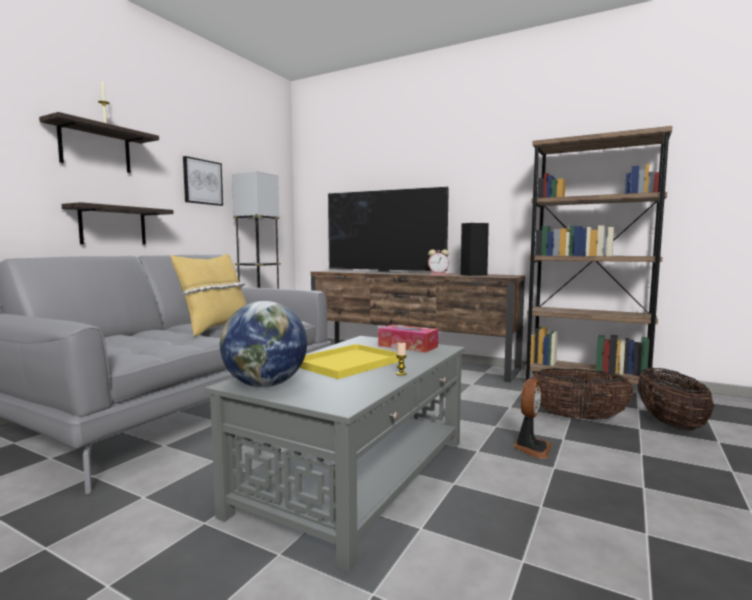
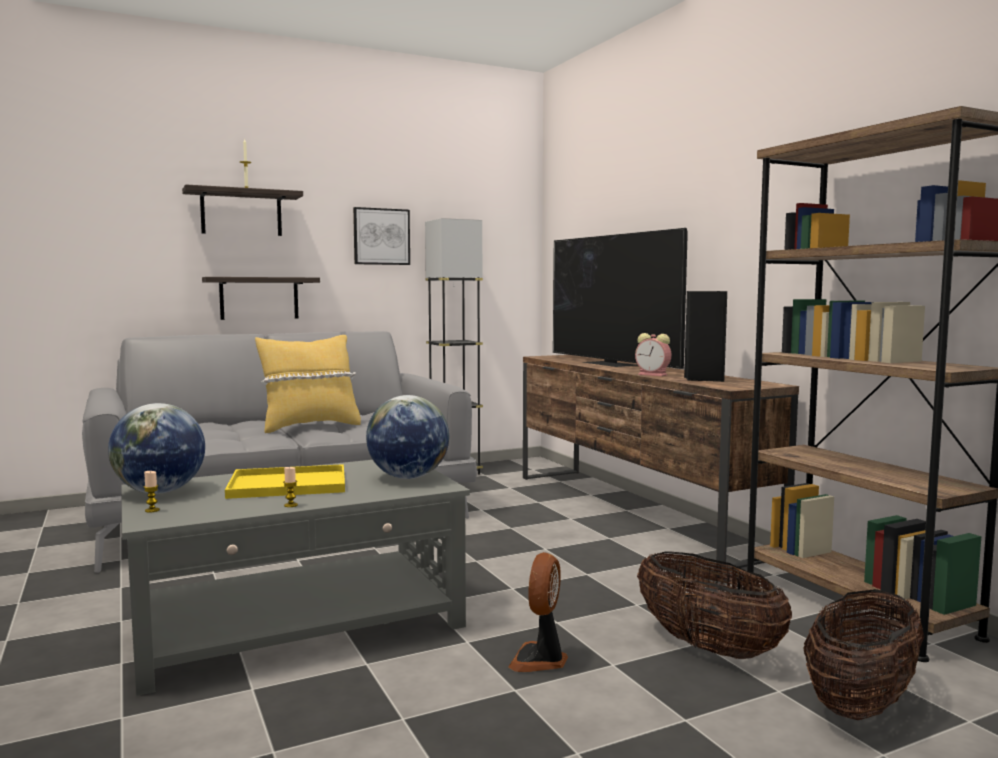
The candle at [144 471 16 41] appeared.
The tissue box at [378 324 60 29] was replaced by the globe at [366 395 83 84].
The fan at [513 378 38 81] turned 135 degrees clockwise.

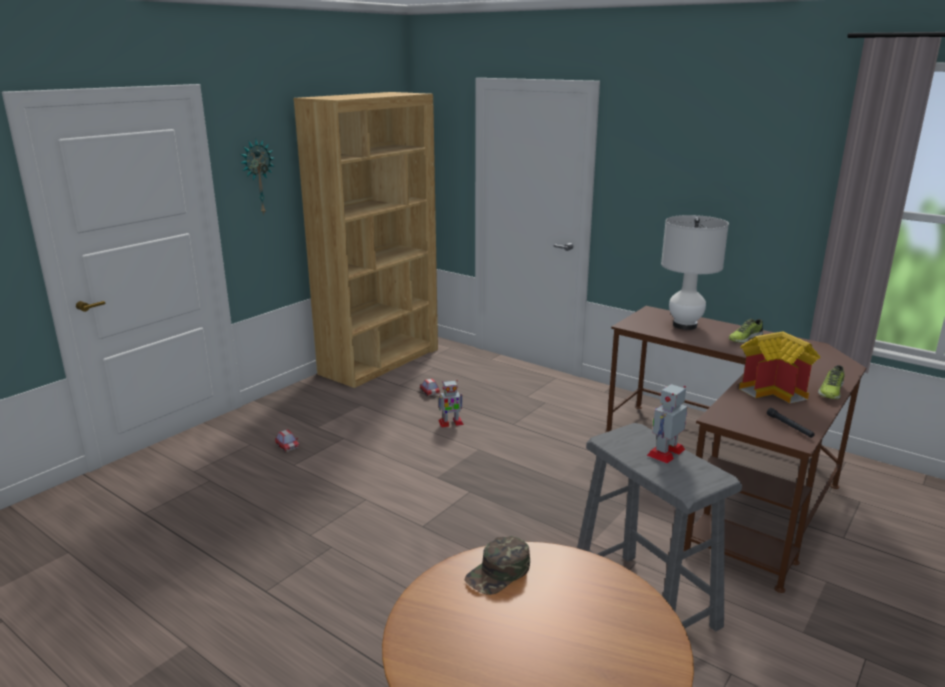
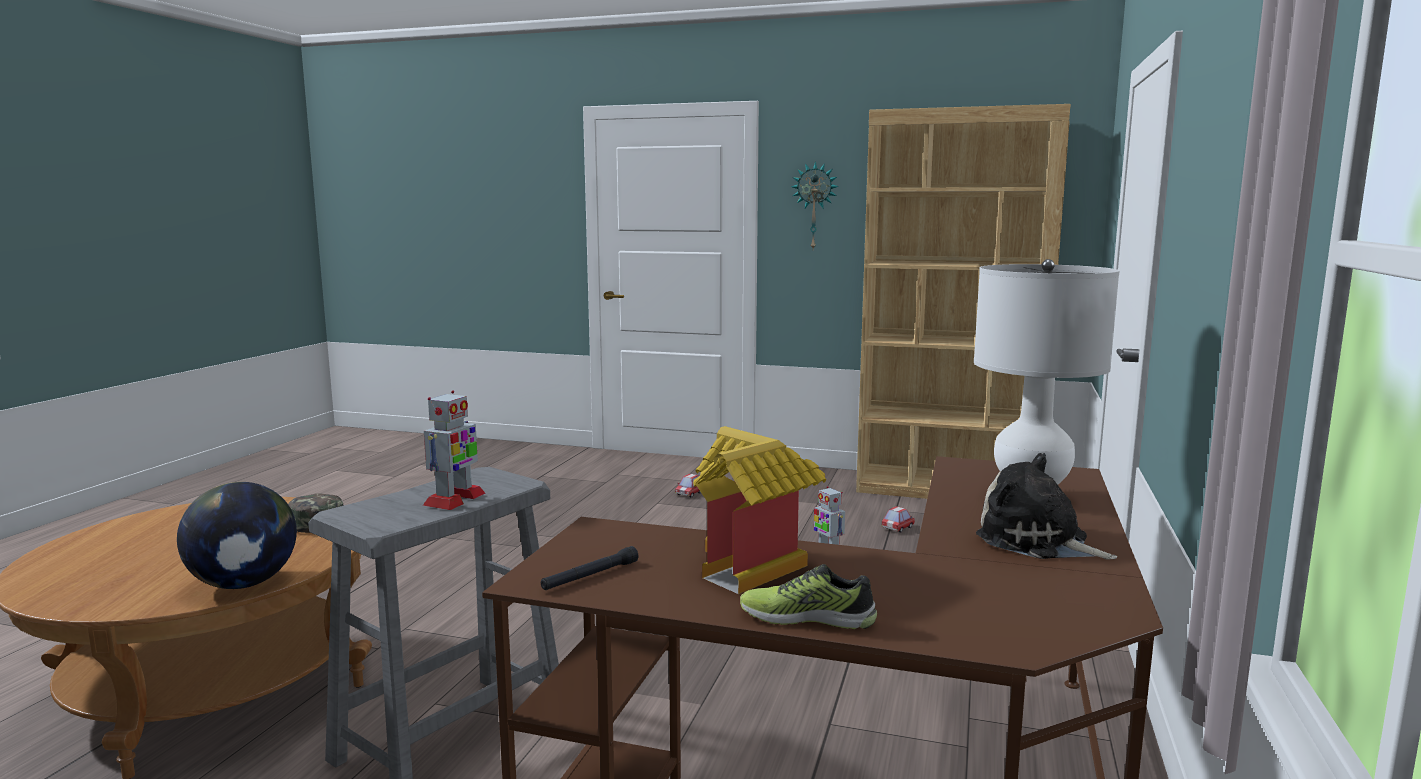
The globe at [177 482 120 107] appeared.
The toy robot at [647 384 40 79] turned 90 degrees clockwise.
The shoe at [729 319 34 24] was replaced by the plush toy at [976 453 141 106].

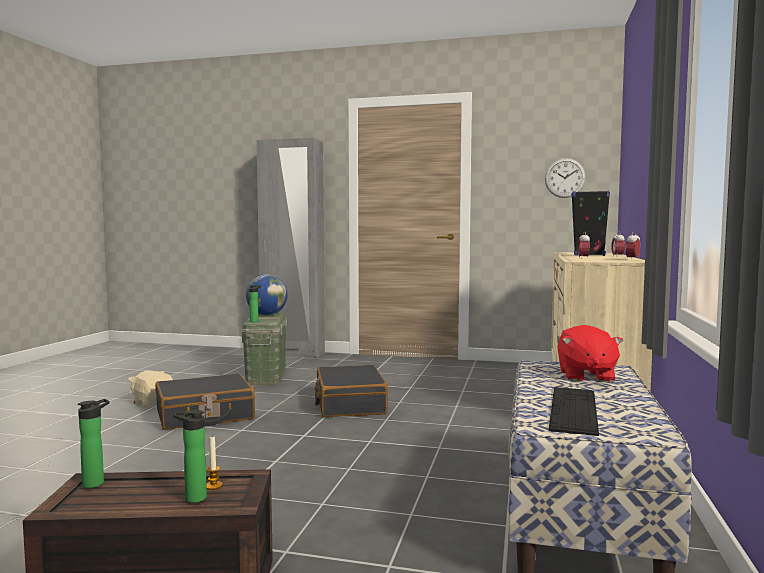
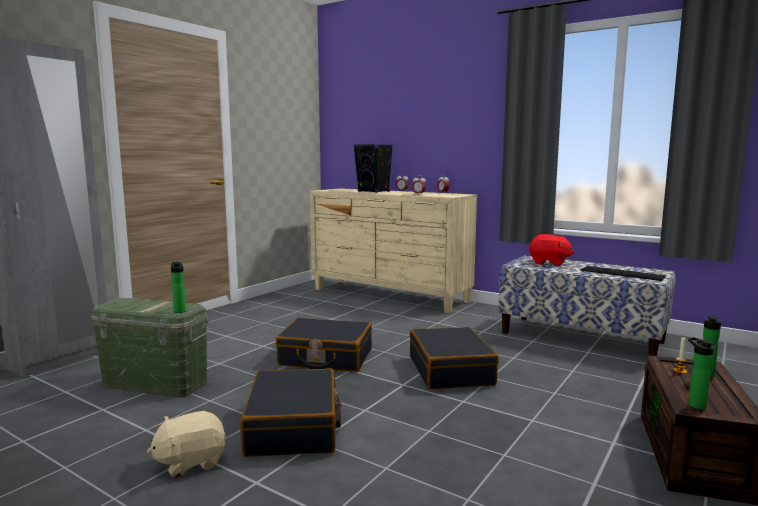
The suitcase (black) at [410 327 89 62] appeared.
The globe at [246 274 42 41] disappeared.
The wall clock at [545 158 41 40] disappeared.

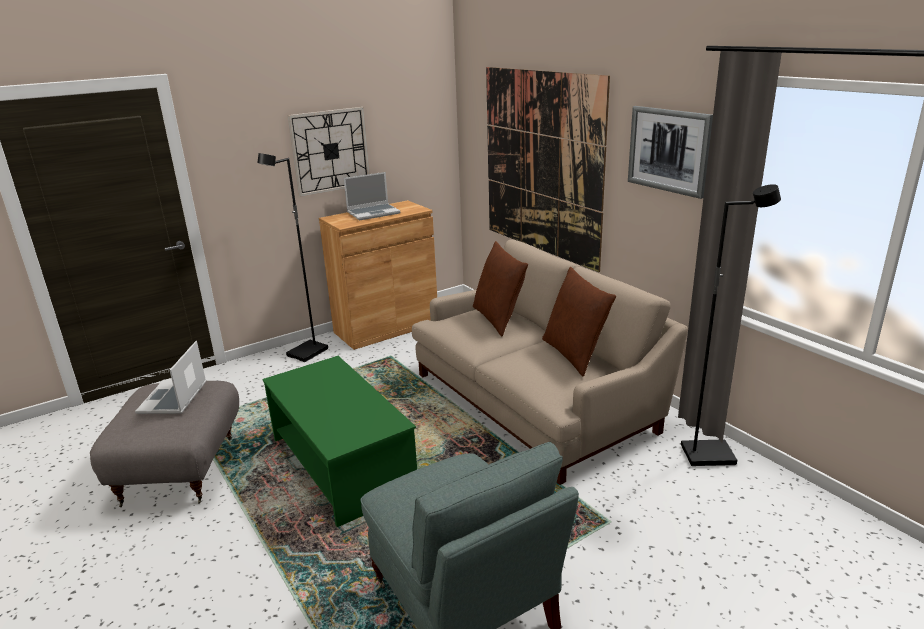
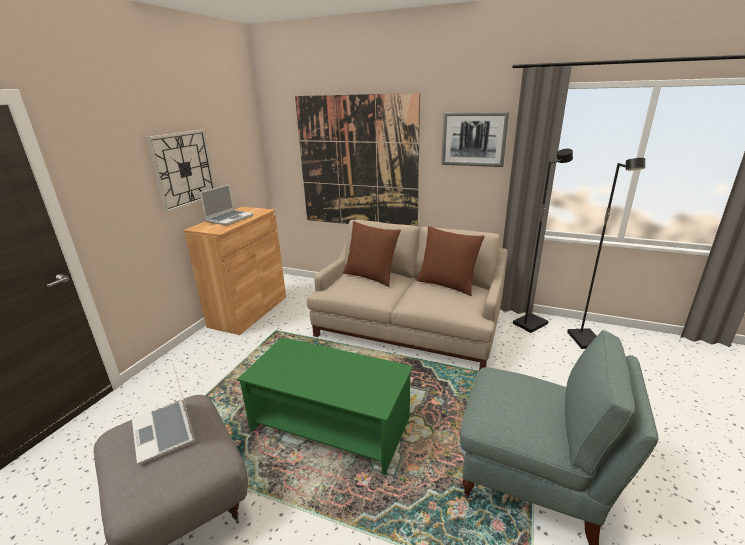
The floor lamp (black) moved from [257 153 71 209] to [567 158 78 191].

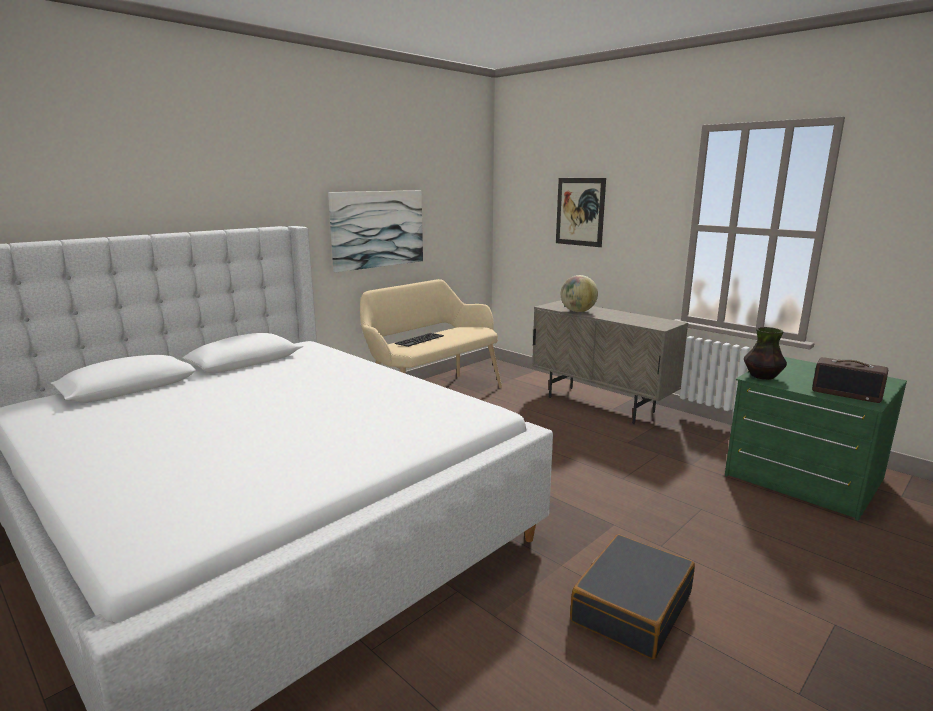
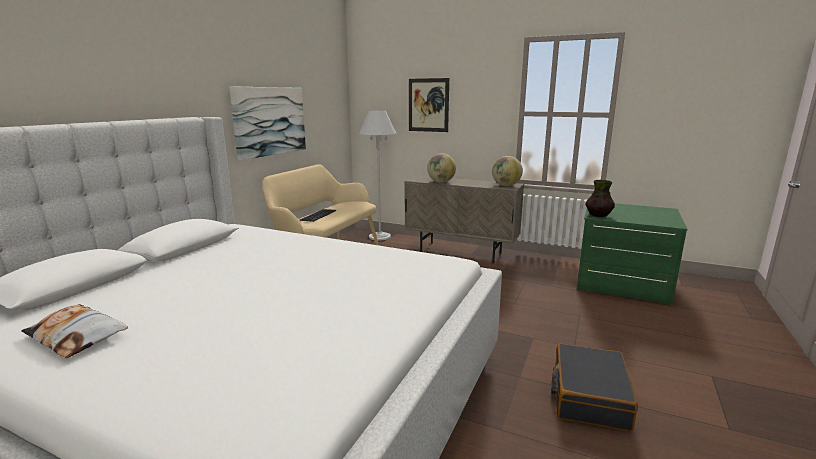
The pillow at [21 304 107 54] appeared.
The floor lamp (white) at [359 110 38 130] appeared.
The globe at [492 156 31 30] appeared.
The radio at [812 357 76 46] disappeared.

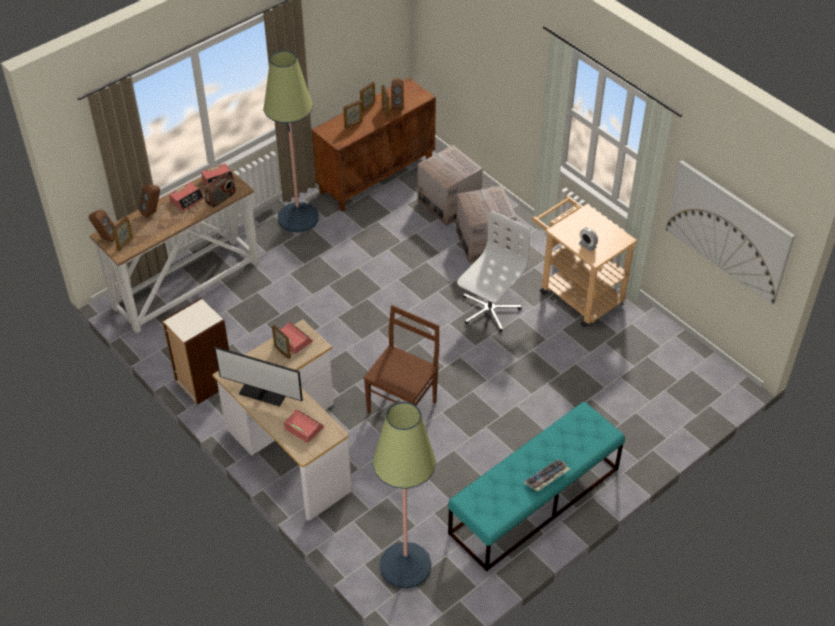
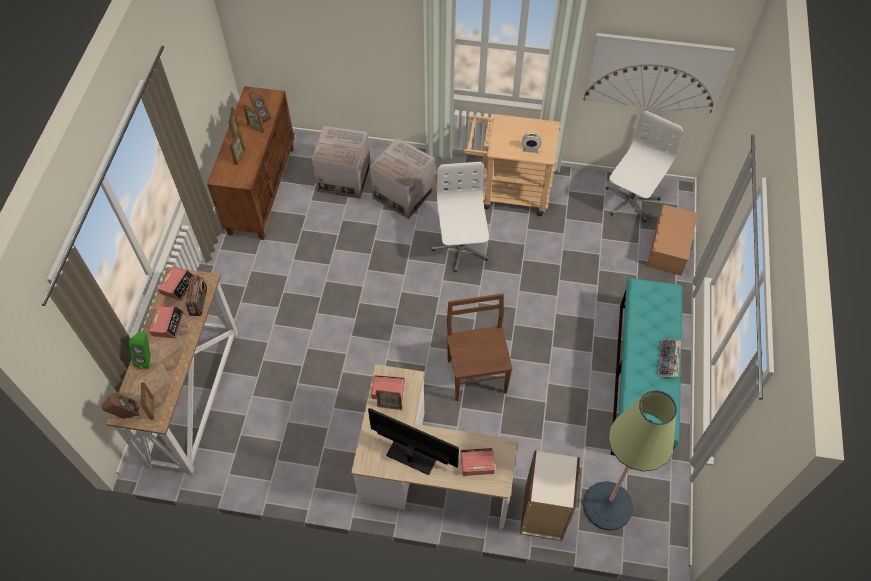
The speaker (brown) at [139 184 21 34] became the speaker (green) at [129 331 22 38].
The monitor at [215 347 88 59] turned 135 degrees counterclockwise.
The bookcase moved from [162 298 67 107] to [520 450 60 91].
The office chair (white) at [606 111 77 111] appeared.
The cardboard box at [646 204 52 72] appeared.
The floor lamp at [263 50 56 182] disappeared.

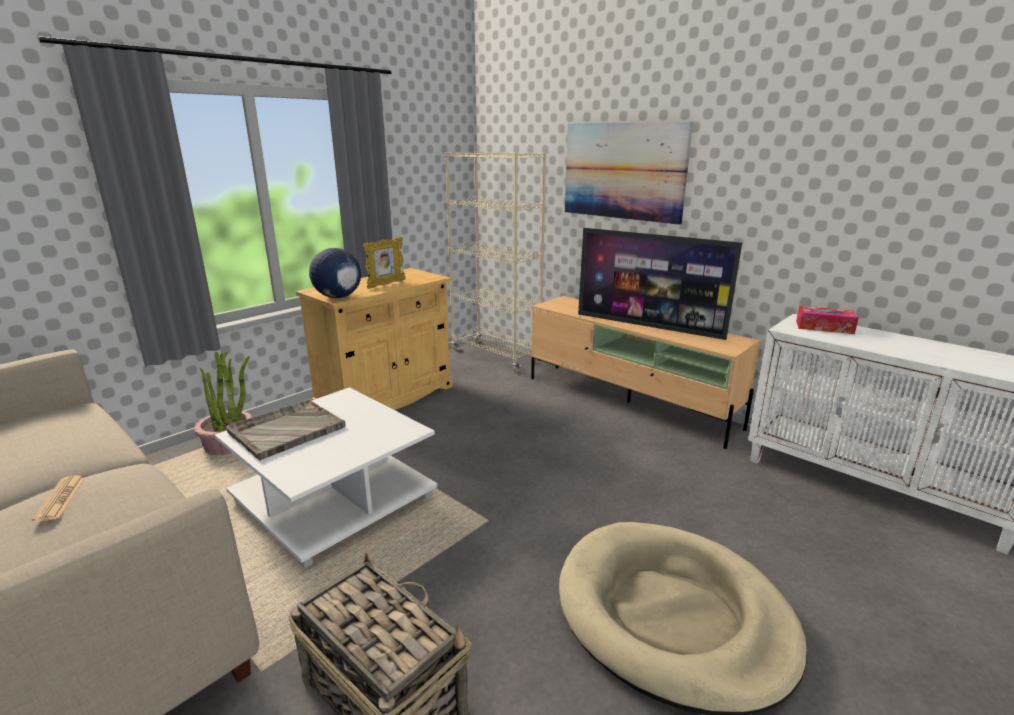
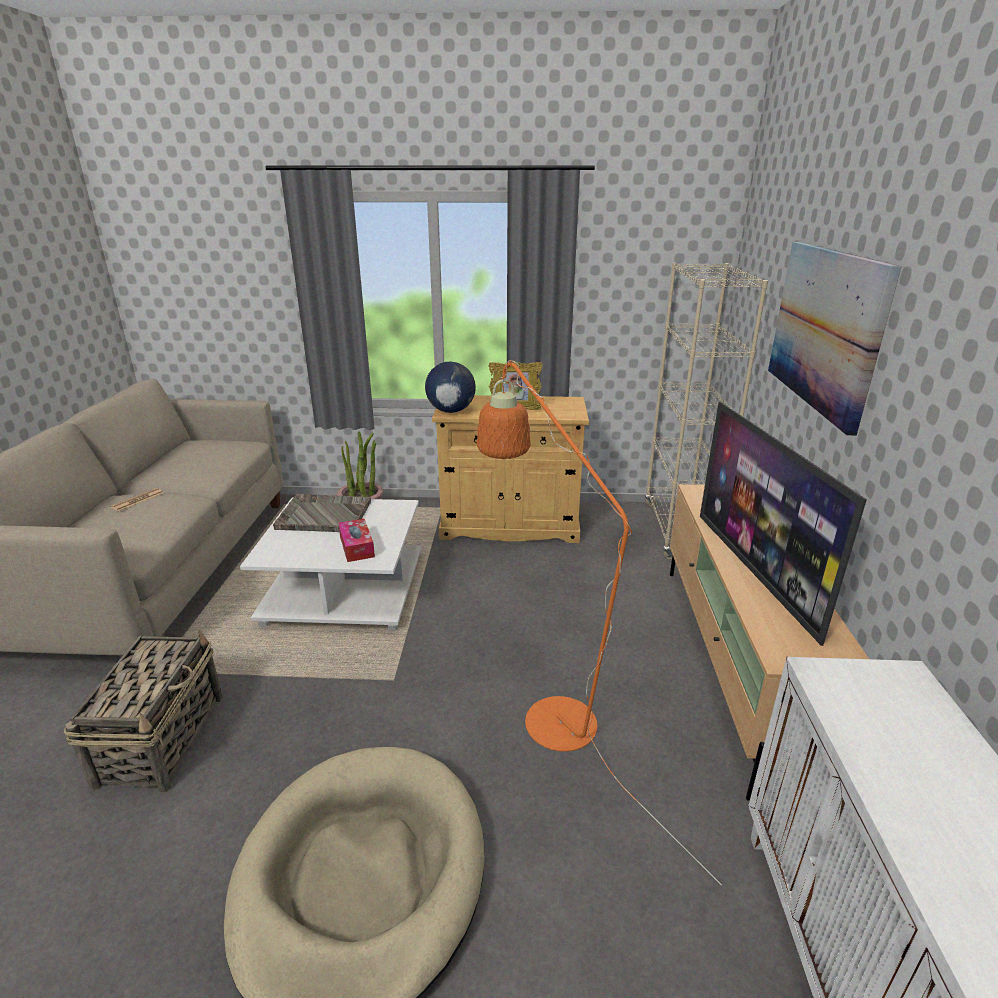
The tissue box moved from [796 306 63 28] to [338 519 37 43].
The floor lamp (orange) at [477 360 245 526] appeared.

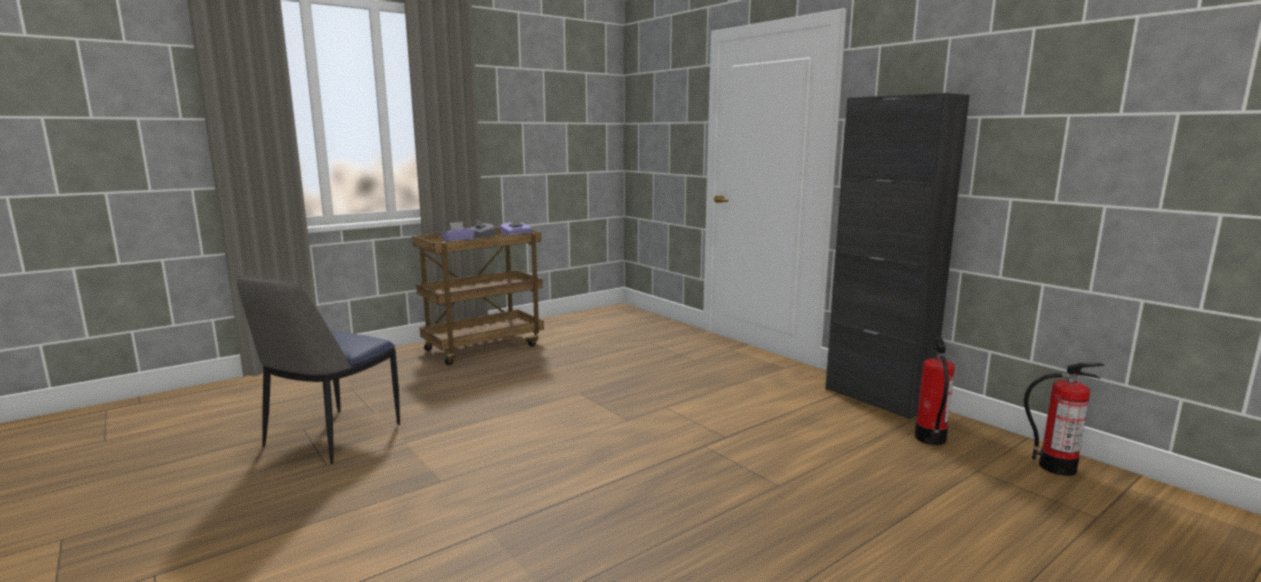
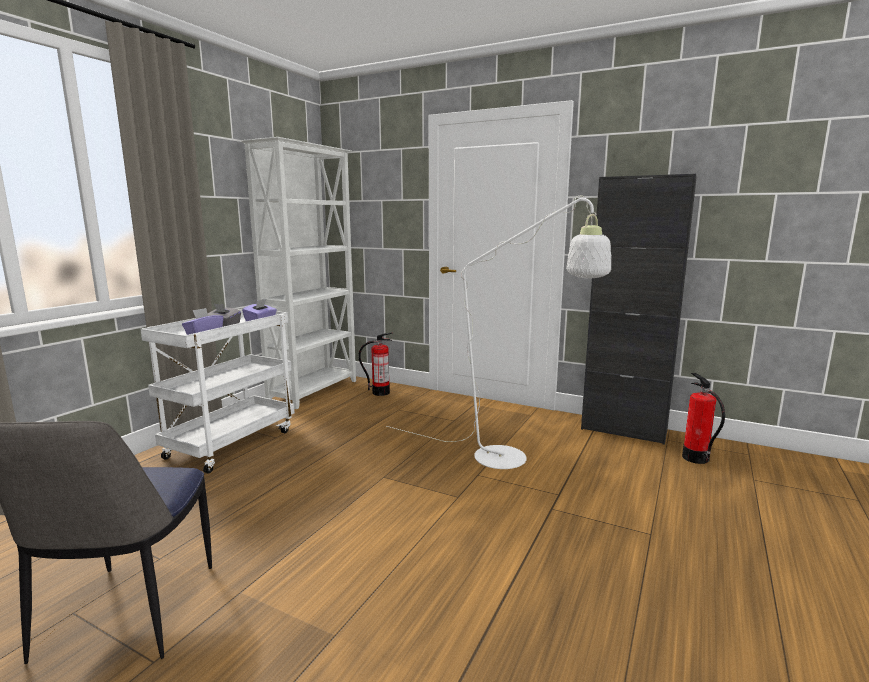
The cart (brown) at [412 228 132 138] became the cart (white) at [140 309 155 164].
The bookcase (white) at [241 137 115 272] appeared.
The fire extinguisher moved from [1024 363 81 113] to [358 332 35 64].
The floor lamp (white) at [386 195 225 274] appeared.

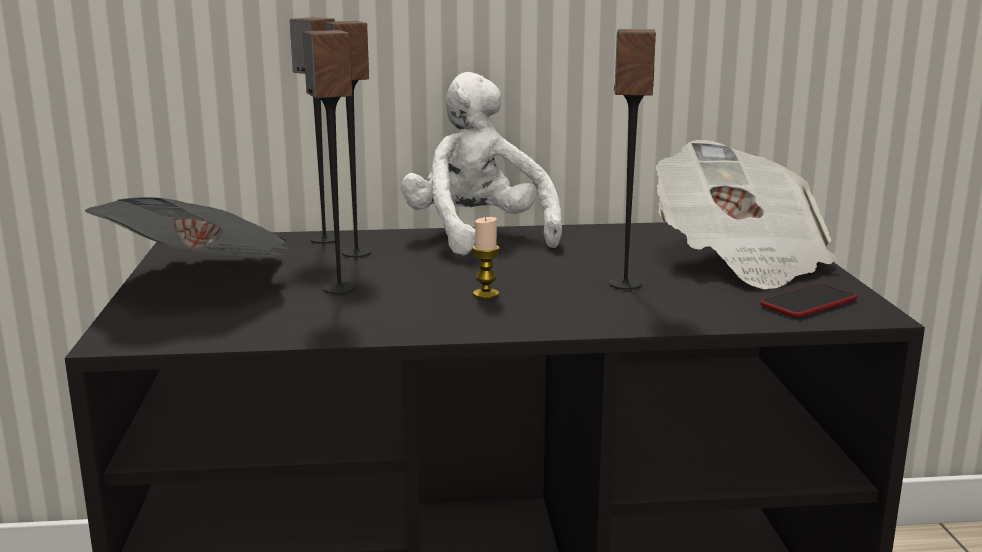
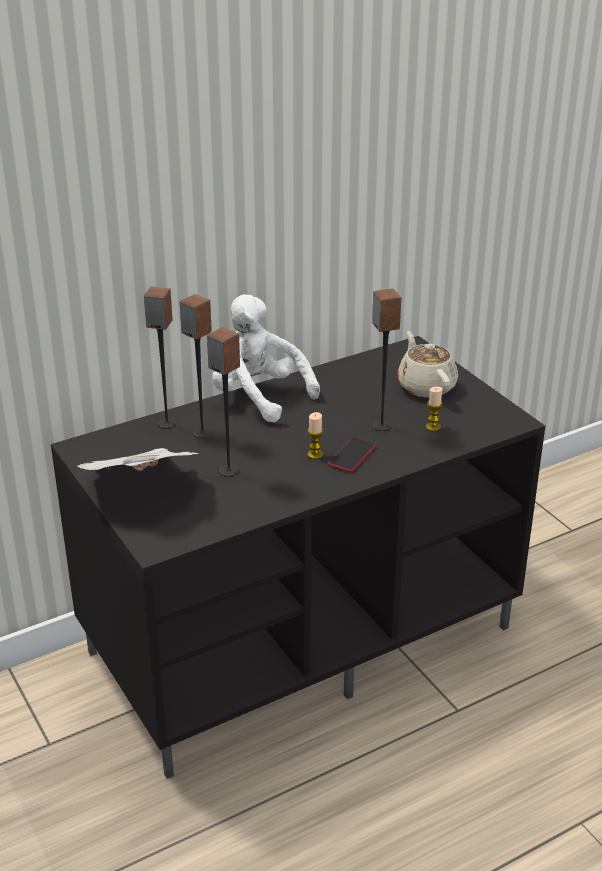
The phone moved from [760 283 97 34] to [328 437 48 35].
The newspaper at [656 140 180 149] was replaced by the teapot (beige) at [397 331 61 67].
The candle at [426 386 17 45] appeared.

